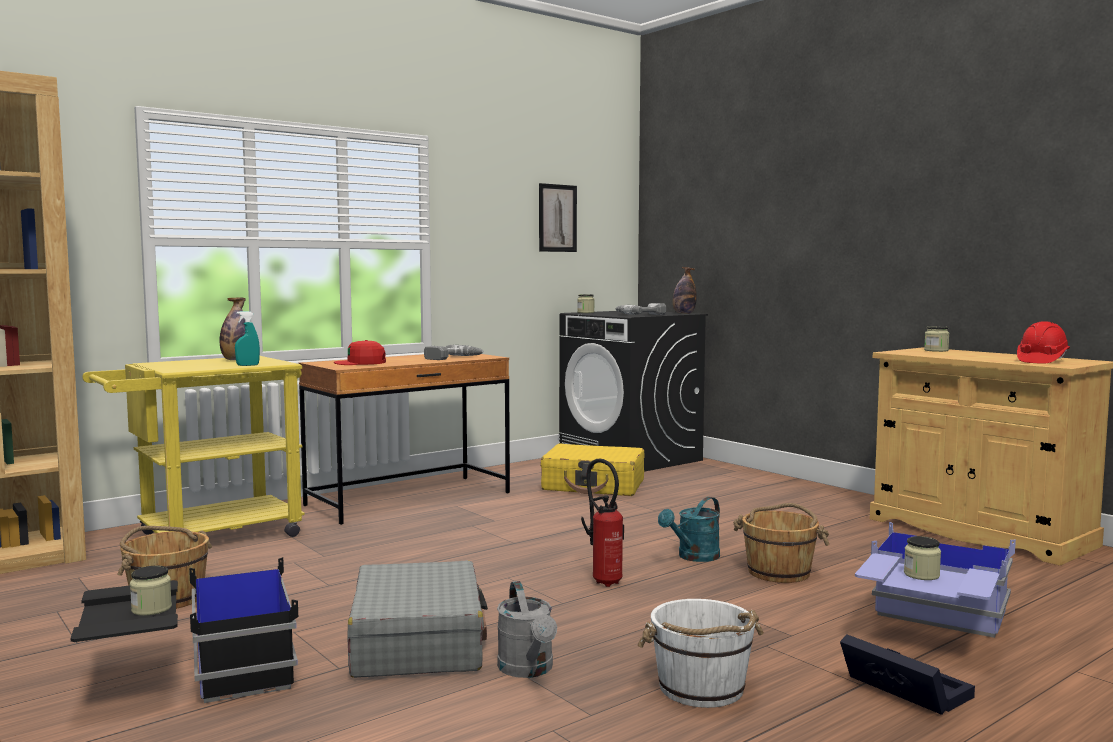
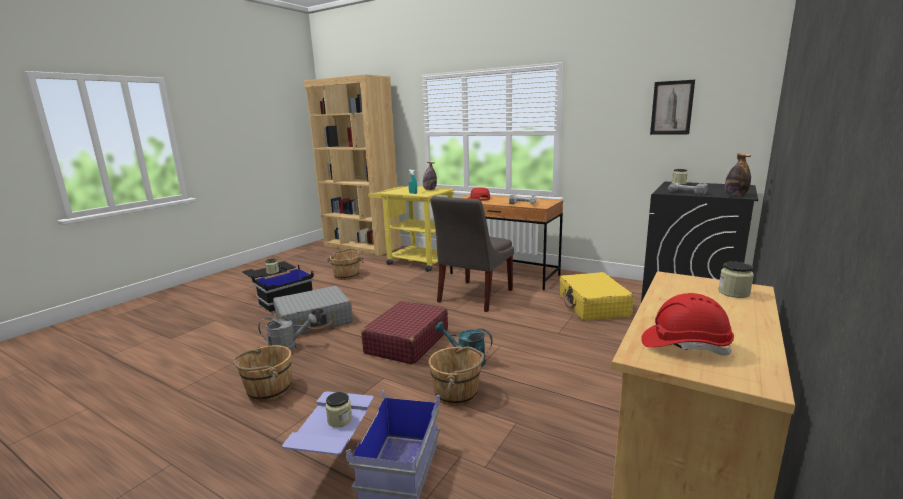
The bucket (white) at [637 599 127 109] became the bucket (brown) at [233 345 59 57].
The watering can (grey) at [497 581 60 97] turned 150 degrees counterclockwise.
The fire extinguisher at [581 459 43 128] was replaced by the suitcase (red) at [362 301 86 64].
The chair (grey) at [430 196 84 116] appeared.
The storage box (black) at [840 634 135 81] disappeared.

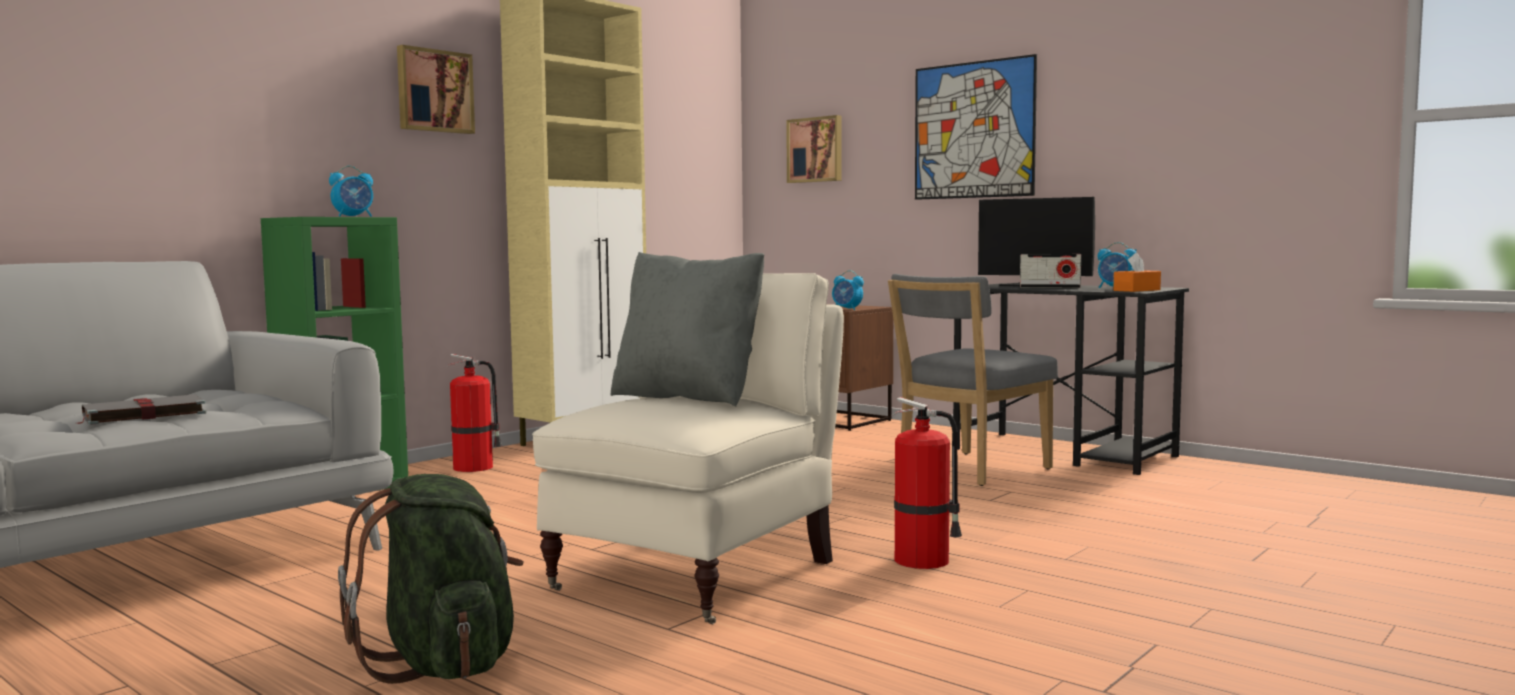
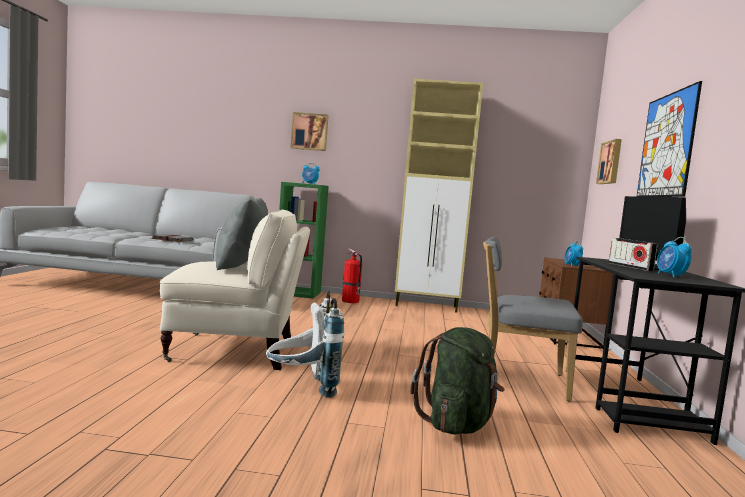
The fire extinguisher at [892 397 70 172] was replaced by the backpack (white) at [266 291 78 107].
The picture moved from [397 45 78 89] to [291 112 38 39].
The backpack (green) moved from [338 474 185 210] to [410 327 95 108].
The tissue box (orange) at [1113 253 48 39] disappeared.

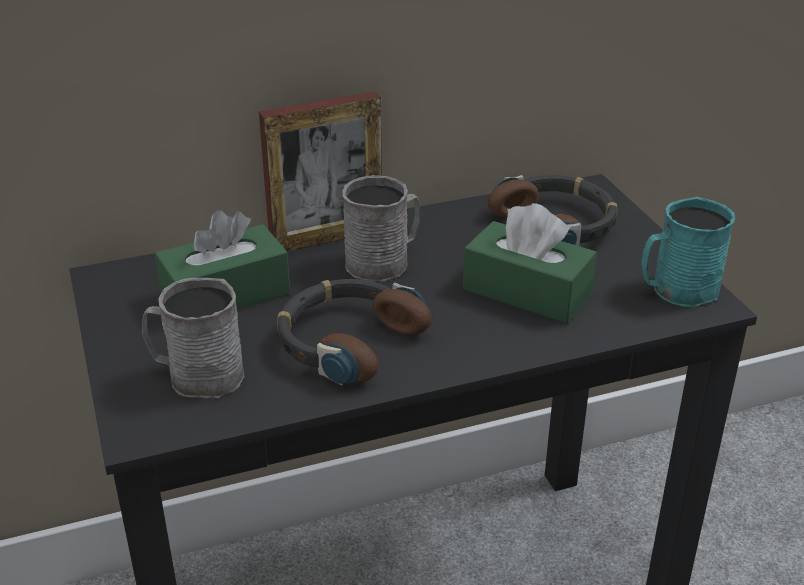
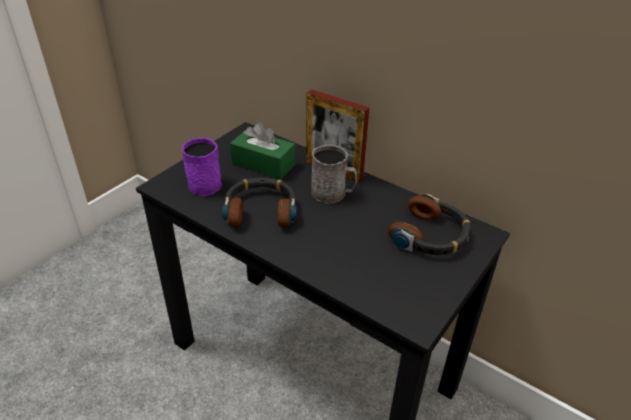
The mug (grey) at [142 278 102 120] became the mug (purple) at [182 138 40 58].
The tissue box (green) at [463 203 134 121] disappeared.
The mug (turquoise) at [641 197 94 110] disappeared.

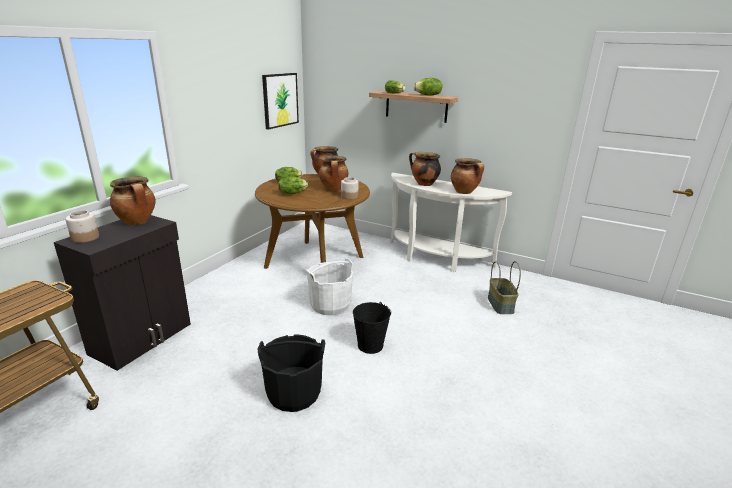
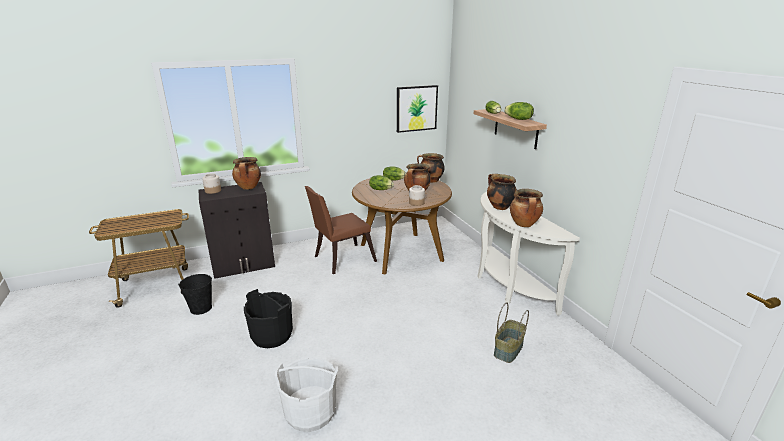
The bucket (black) moved from [353 302 38 52] to [178 274 34 41].
The bucket (white) moved from [306 259 48 56] to [275 357 63 75].
The chair (brown) at [305 186 72 88] appeared.

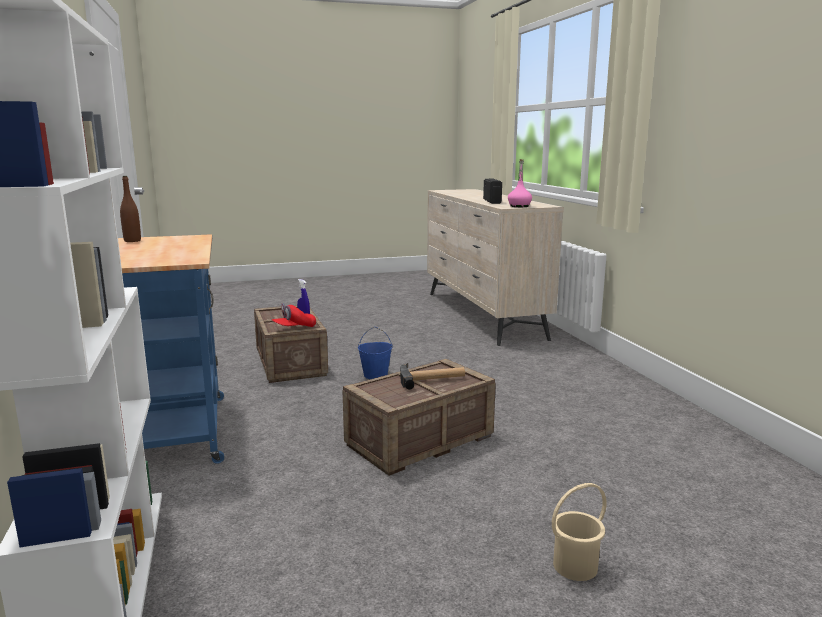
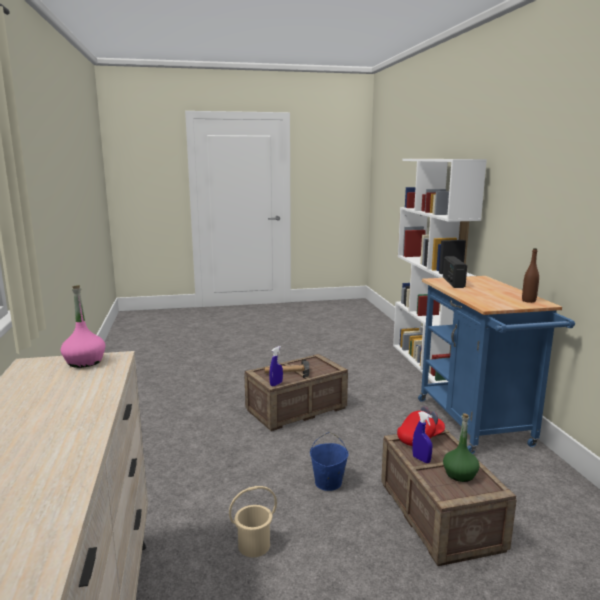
The bucket (beige) moved from [552 483 54 98] to [229 486 48 71].
The spray bottle (blue) at [269 346 14 40] appeared.
The radio moved from [483 179 19 25] to [443 256 24 32].
The bottle (green) at [443 413 37 69] appeared.

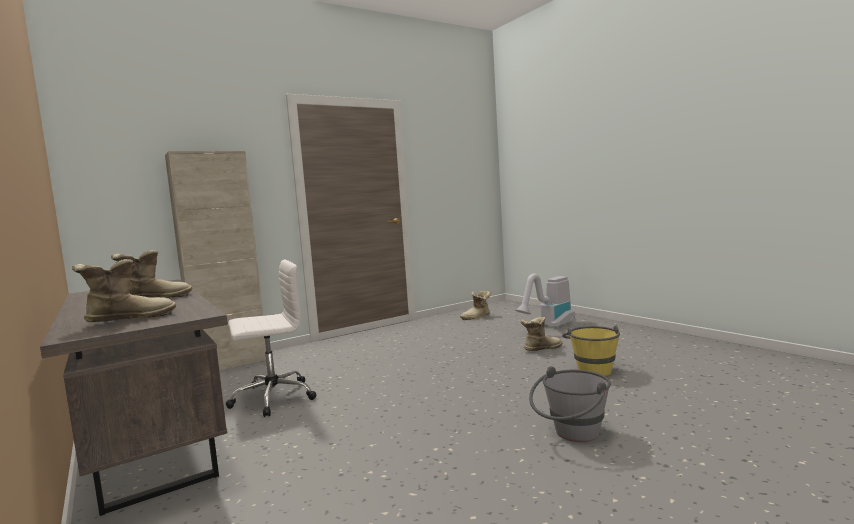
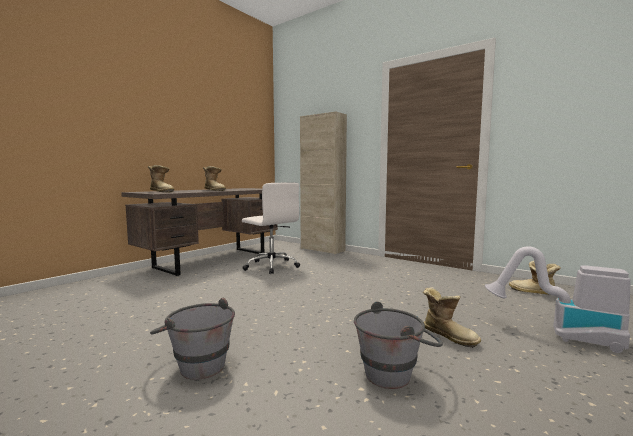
The bucket (yellow) at [562 325 58 51] became the bucket (grey) at [354 302 89 87].

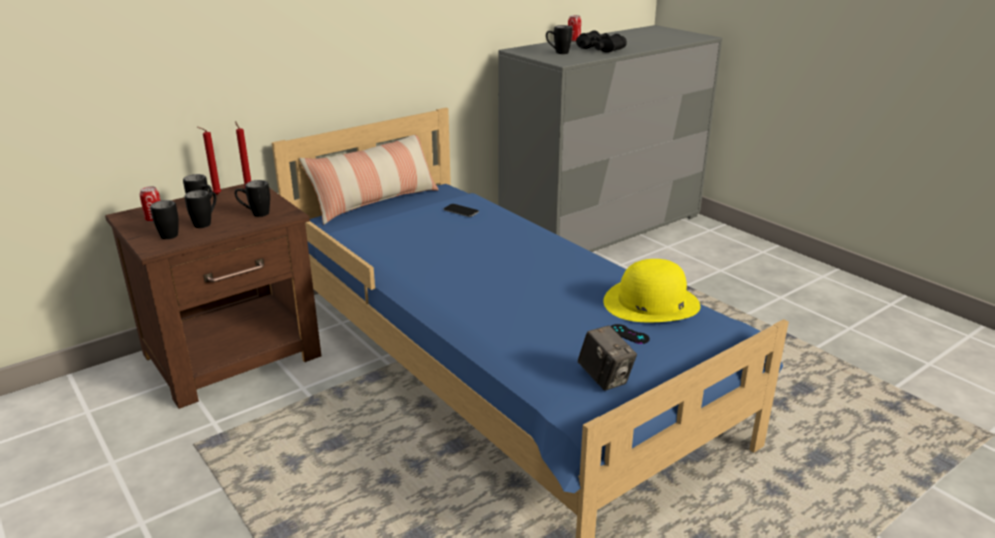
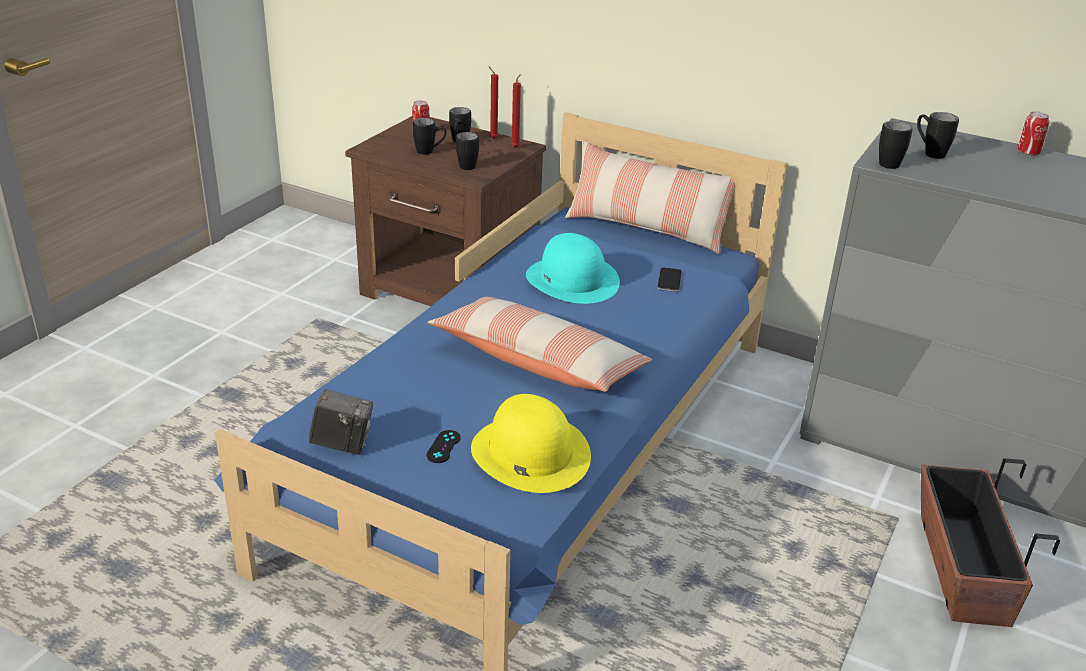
The photo camera at [578 326 59 65] turned 120 degrees counterclockwise.
The pillow at [428 297 224 95] appeared.
The hat (turquoise) at [526 233 94 71] appeared.
The mug (black) moved from [150 200 29 39] to [879 121 34 48].
The planter at [921 458 139 169] appeared.
The binoculars (black) at [576 30 51 23] disappeared.

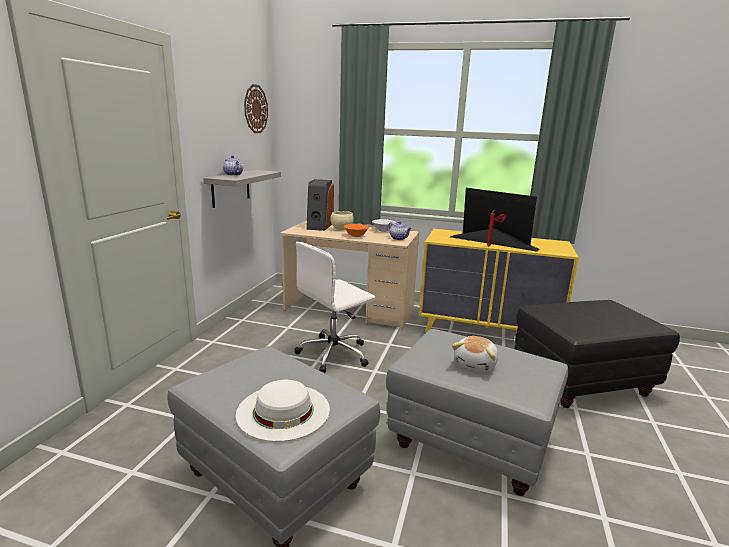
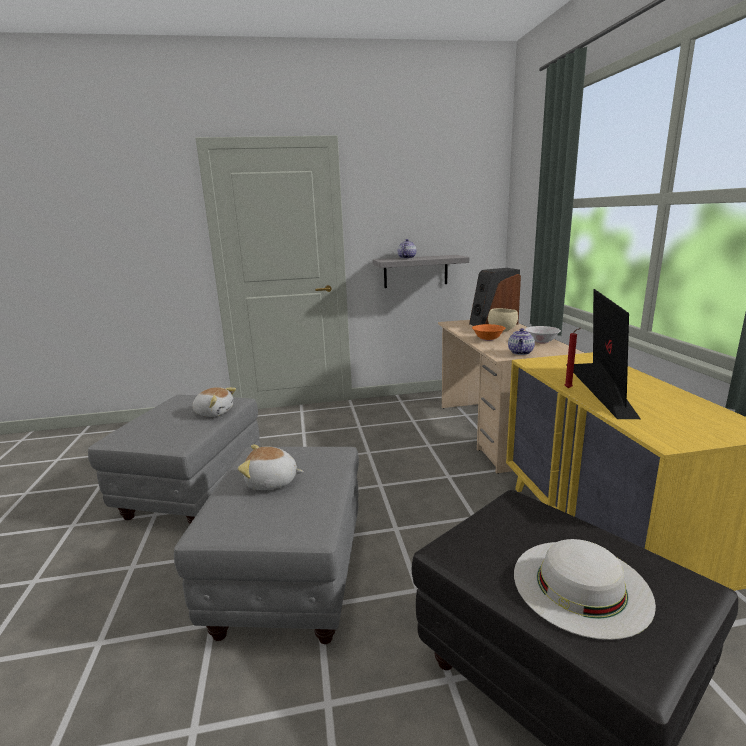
The plush toy at [192 387 44 30] appeared.
The hat (white) moved from [236 380 94 61] to [514 539 142 101].
The wall clock at [244 84 24 49] disappeared.
The office chair (white) at [294 242 82 131] disappeared.

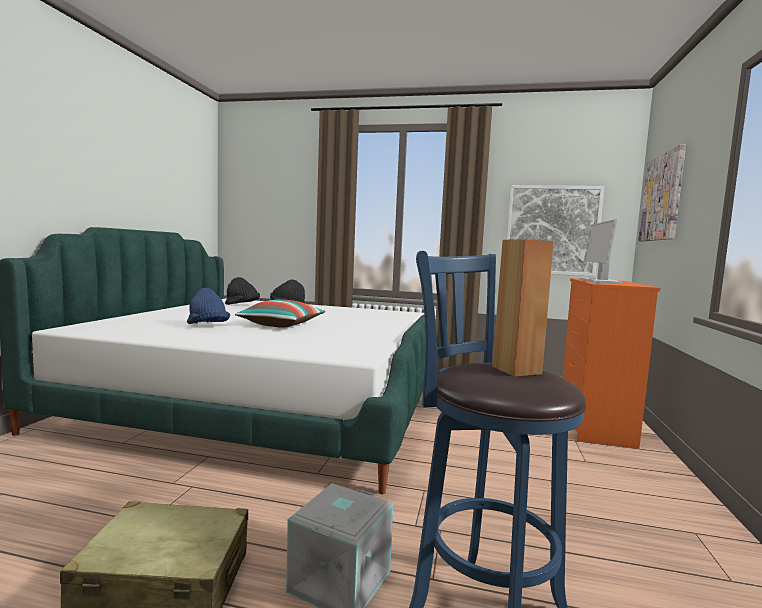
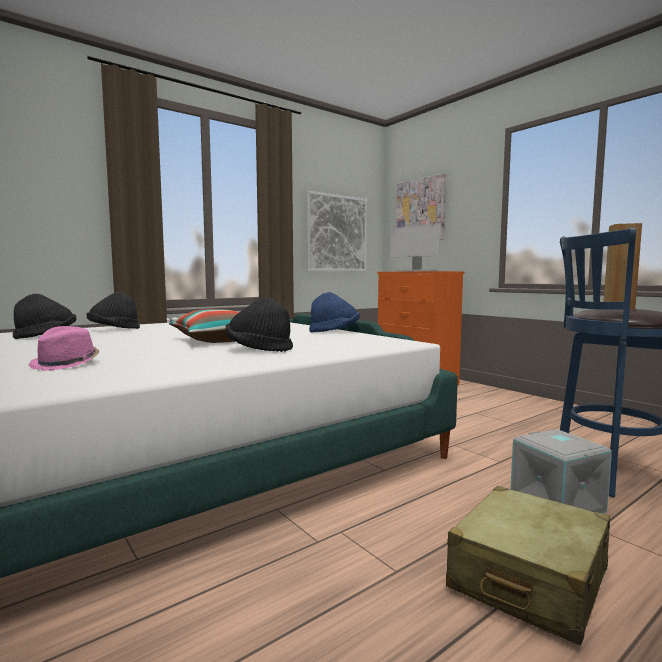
The hat (pink) at [28 326 71 45] appeared.
The hat (black) at [225 297 68 55] appeared.
The hat (blue) moved from [187 288 43 36] to [309 292 51 41].

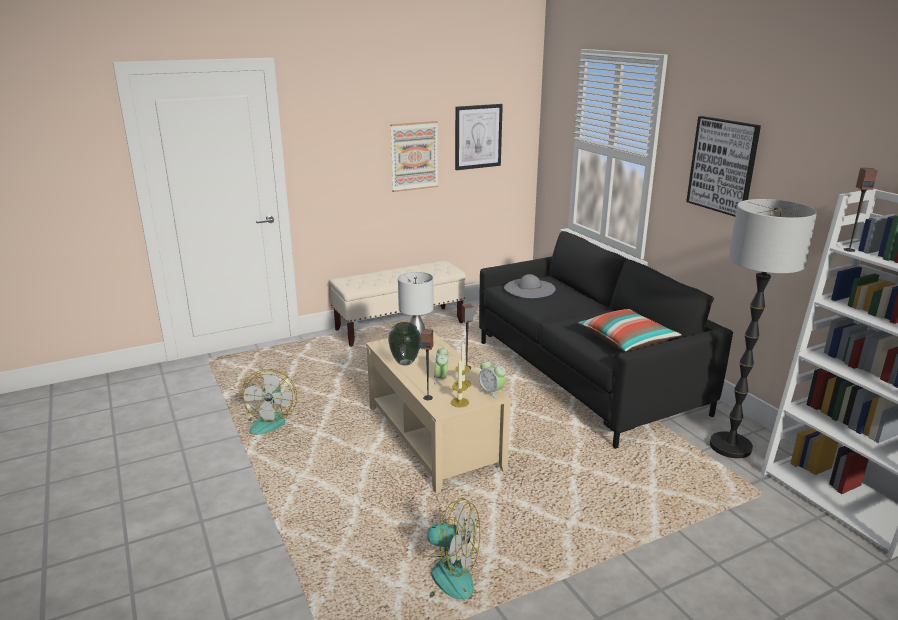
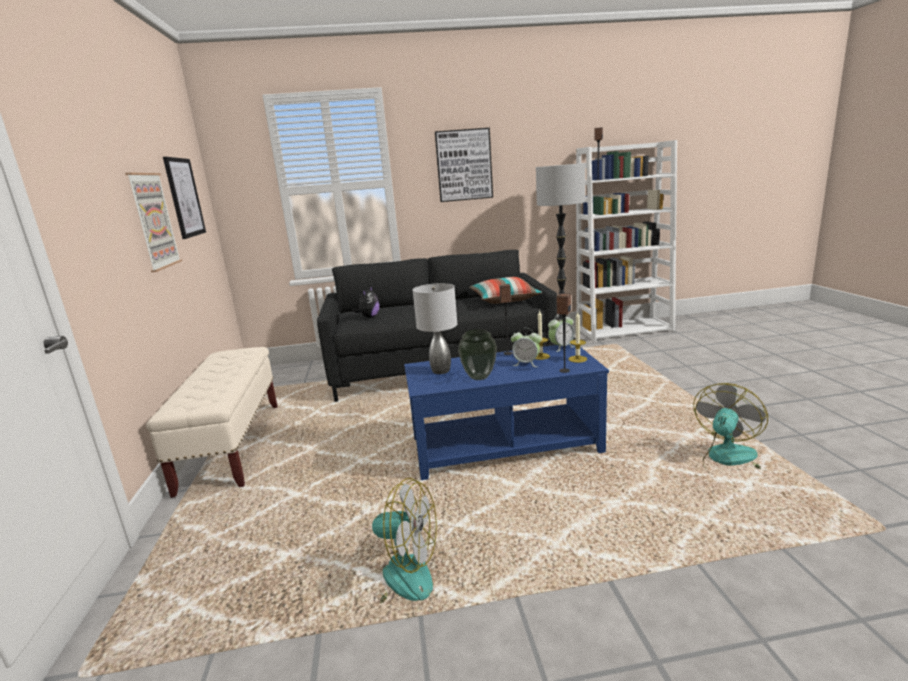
The hat (grey) at [504 274 52 24] was replaced by the plush toy at [353 286 27 32].
The coffee table (beige) at [366 332 145 162] became the coffee table (blue) at [404 344 205 136].

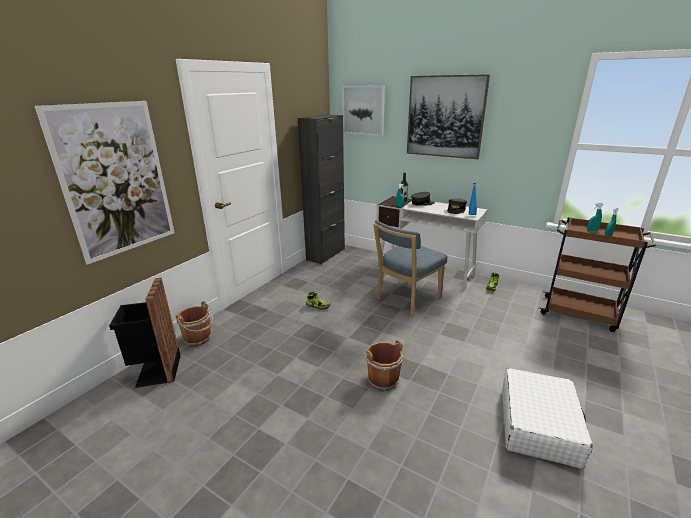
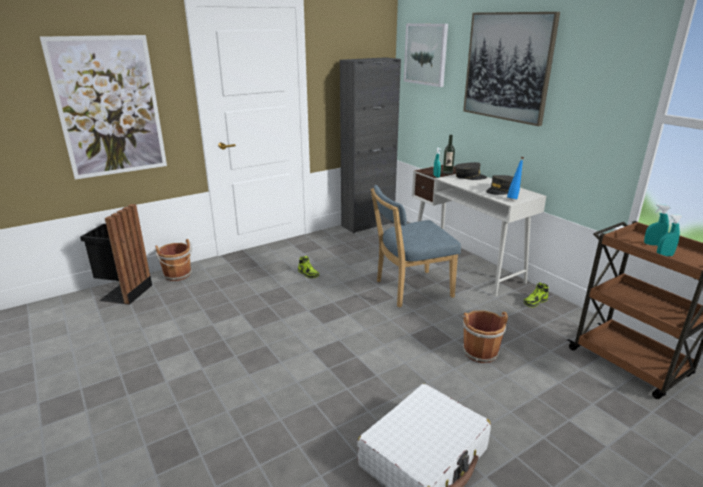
The bucket (brown) moved from [363 340 40 50] to [461 311 47 52].

